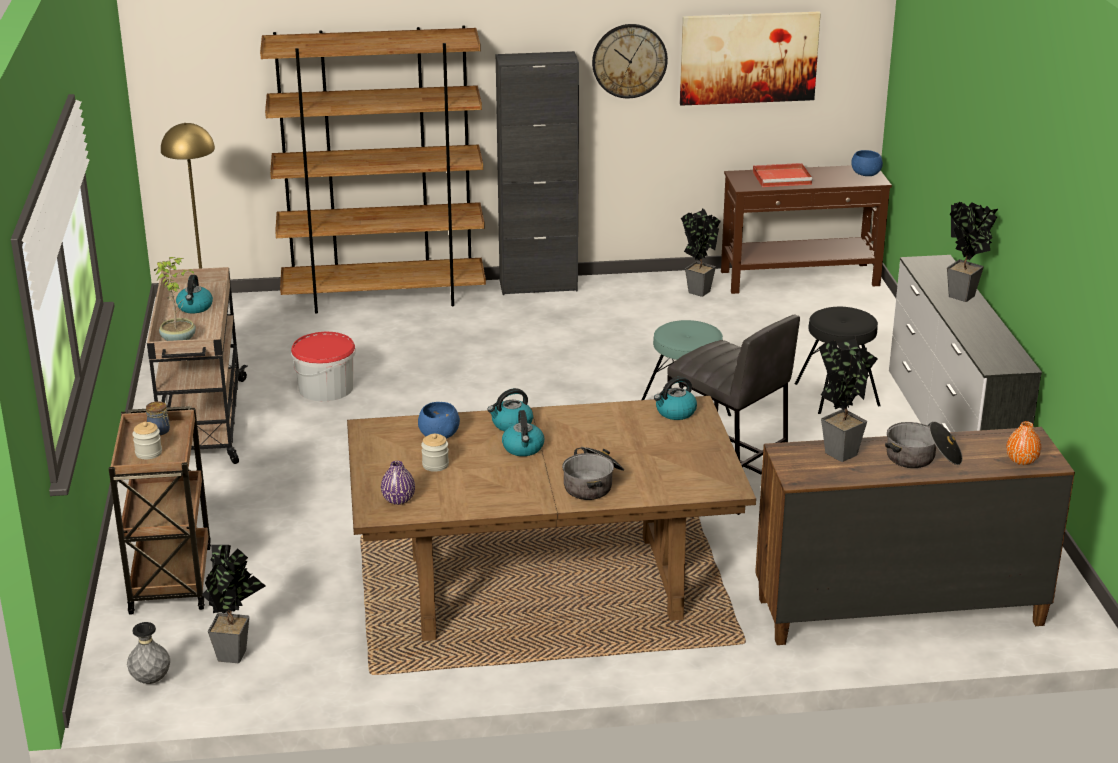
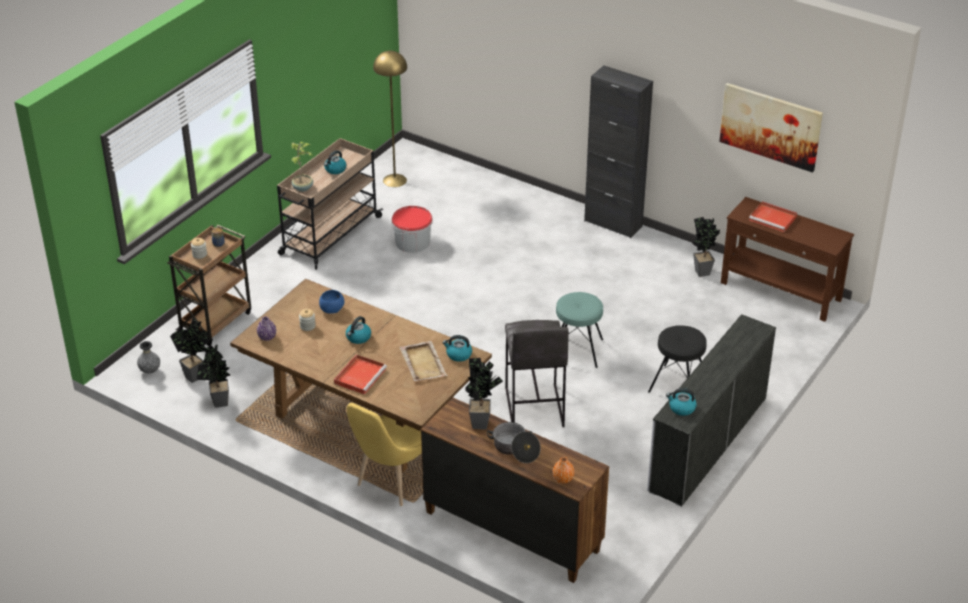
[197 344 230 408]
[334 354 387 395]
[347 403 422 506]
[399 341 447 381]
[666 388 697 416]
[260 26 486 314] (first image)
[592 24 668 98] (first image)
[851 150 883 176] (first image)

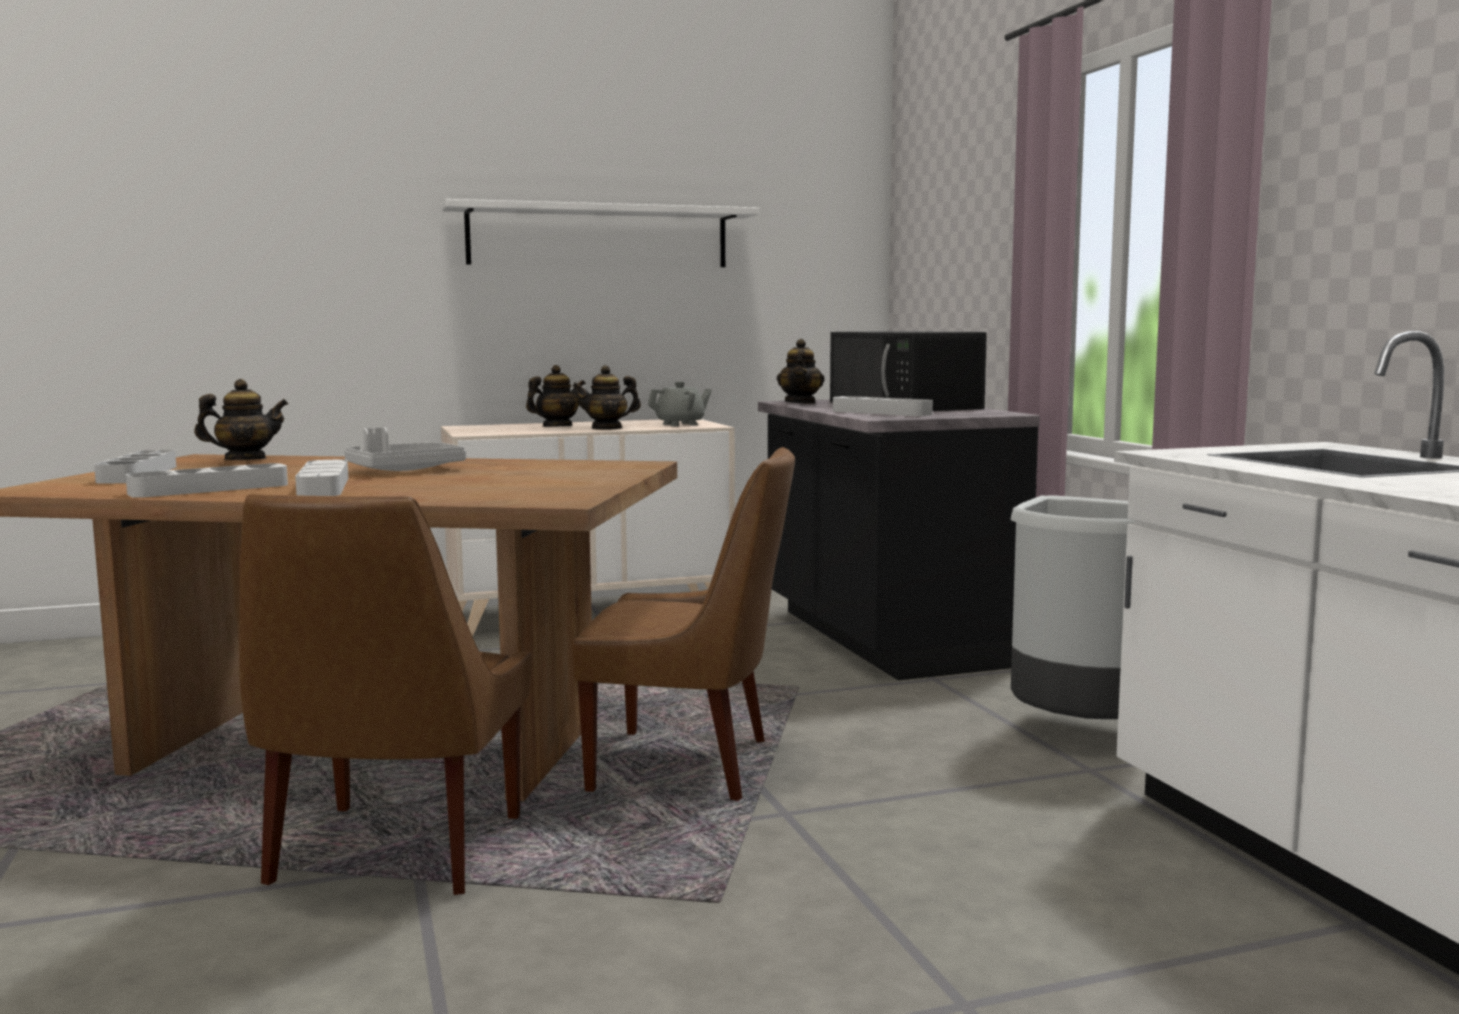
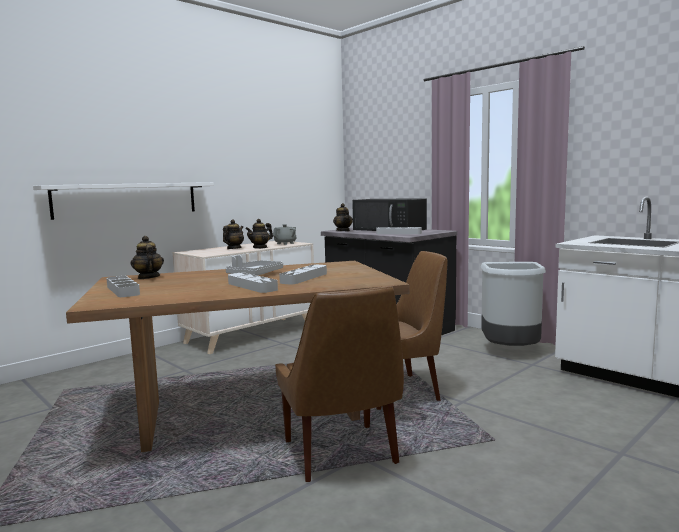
[33 182 214 220]
[131 236 164 279]
[279 265 327 285]

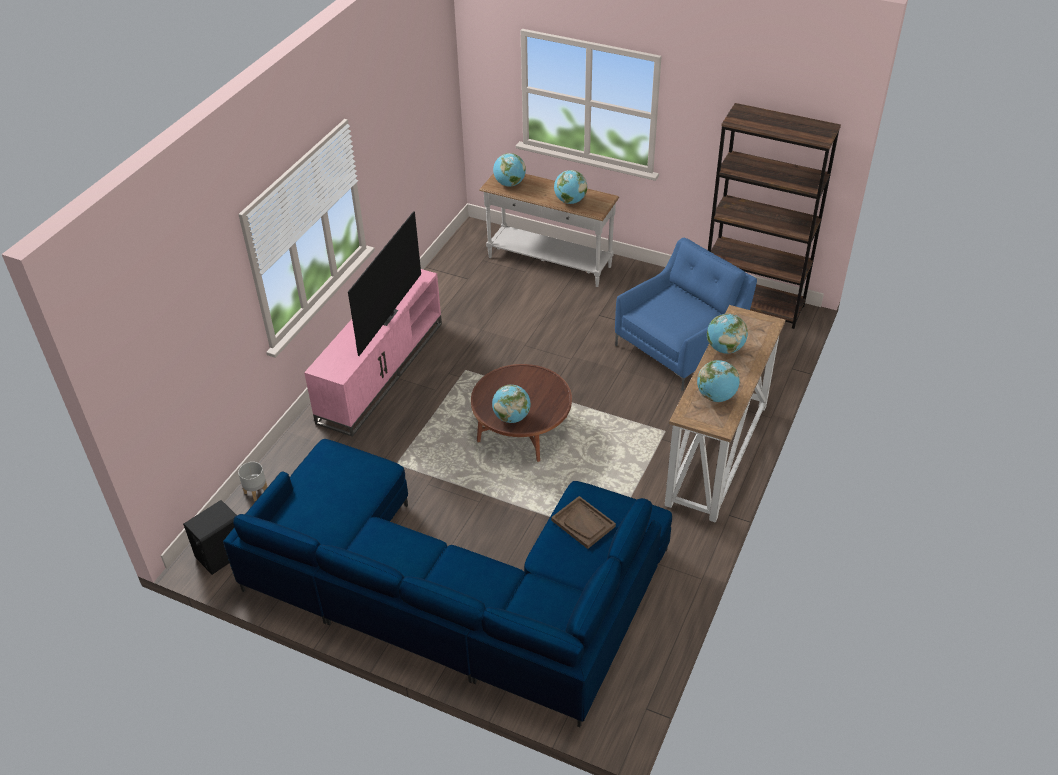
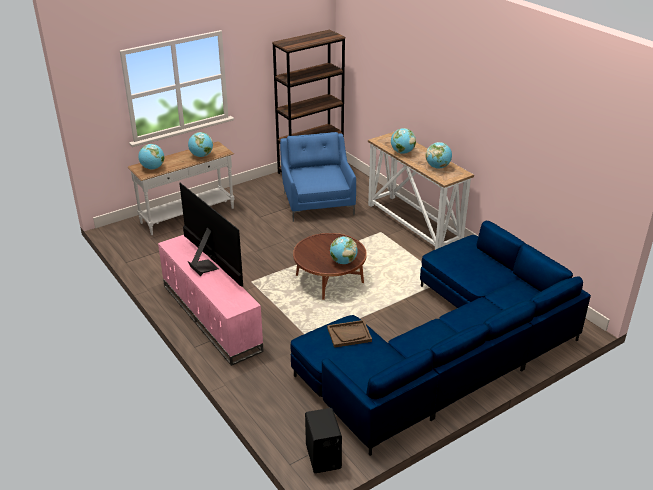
[327 320 372 348]
[238 462 267 501] (first image)

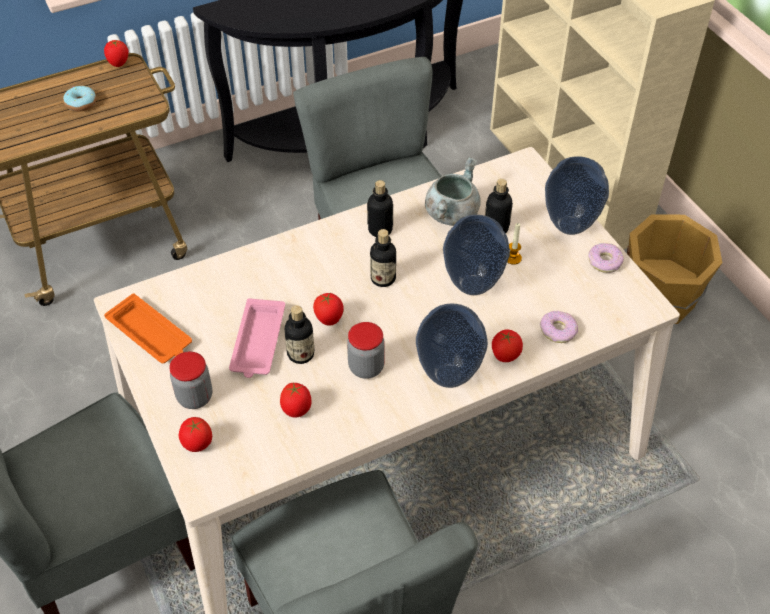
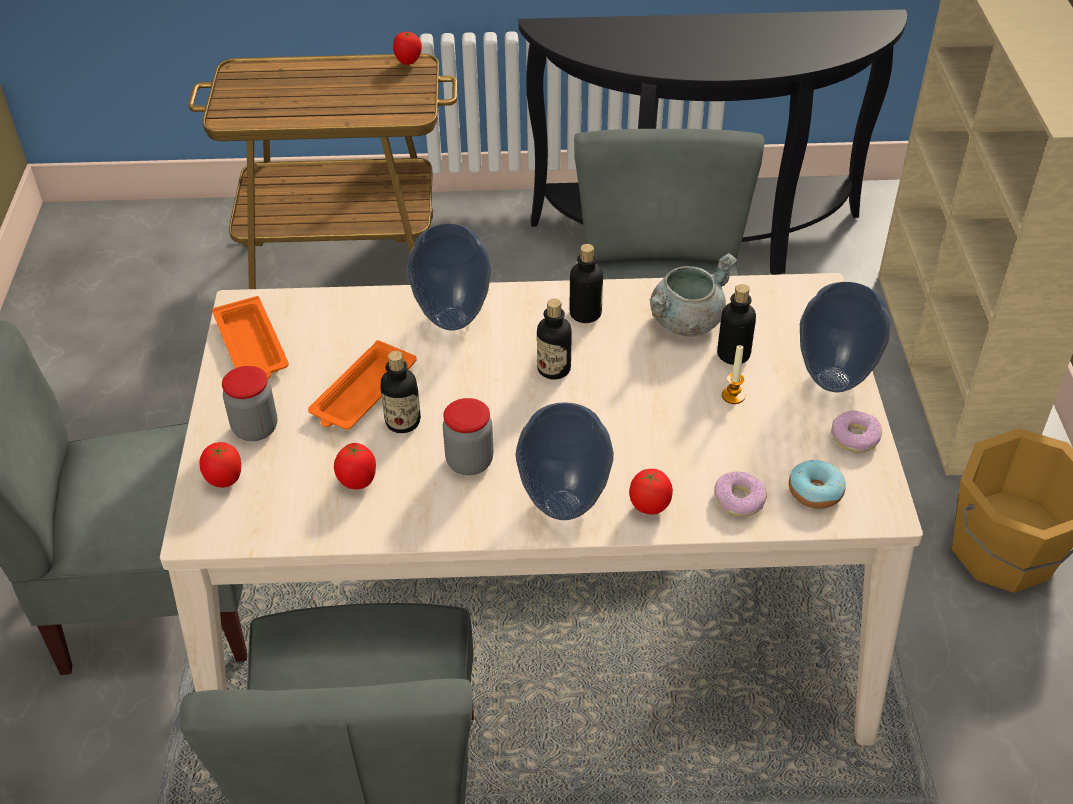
[308 340 417 430]
[407 224 491 330]
[789 460 846 509]
[313 293 344 326] (first image)

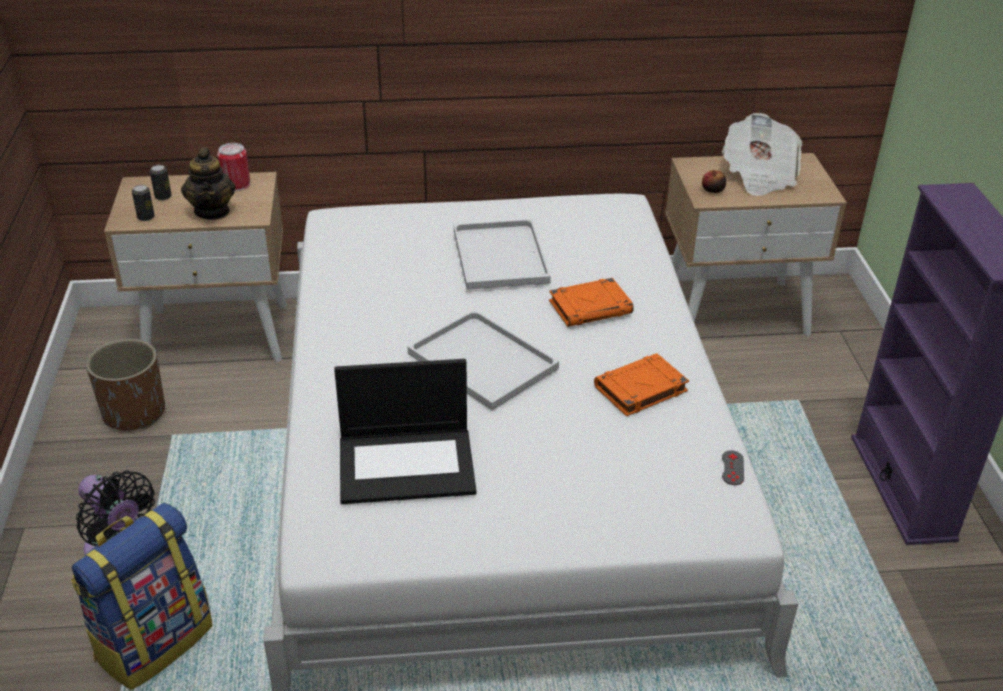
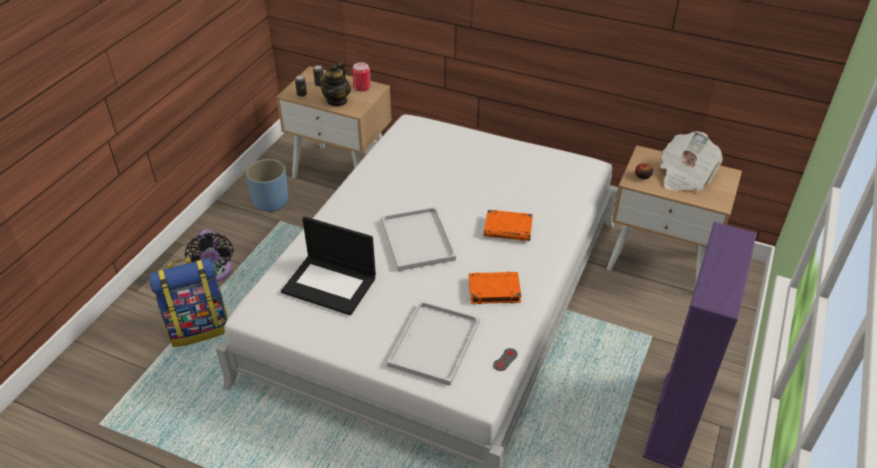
[246 159 289 213]
[387 301 480 386]

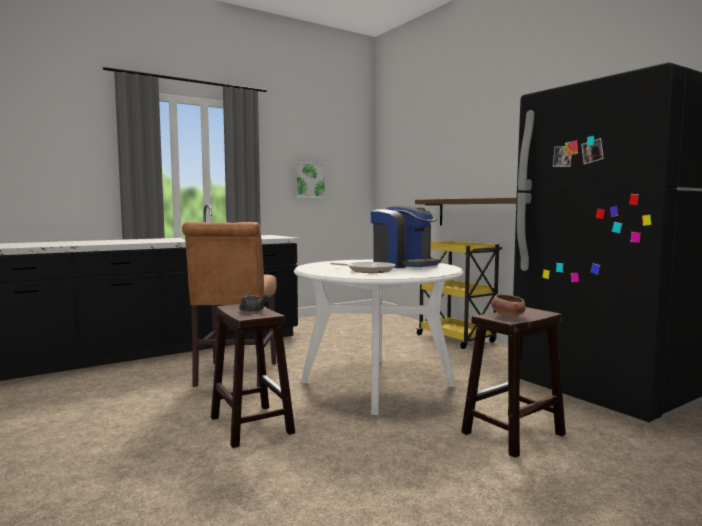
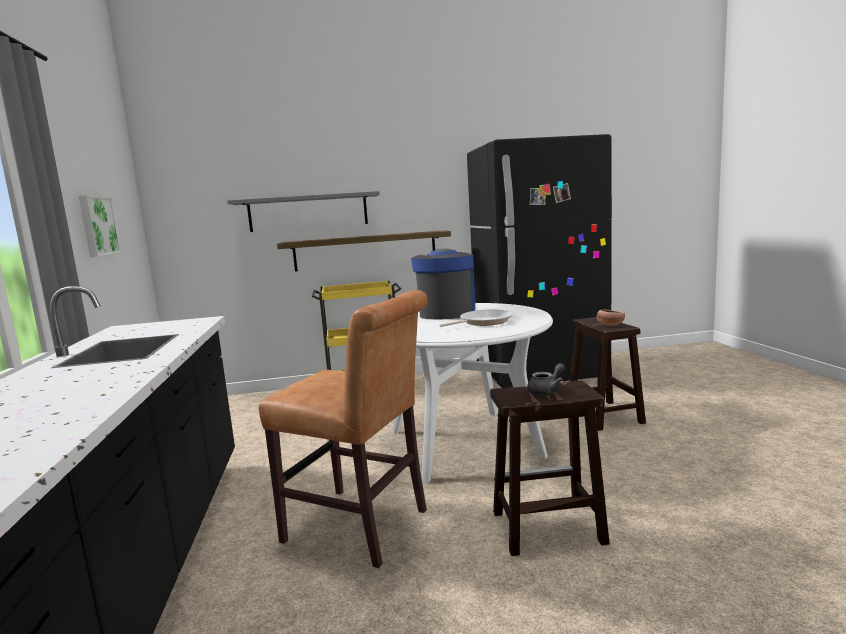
[227 191 380 232]
[411 248 475 319]

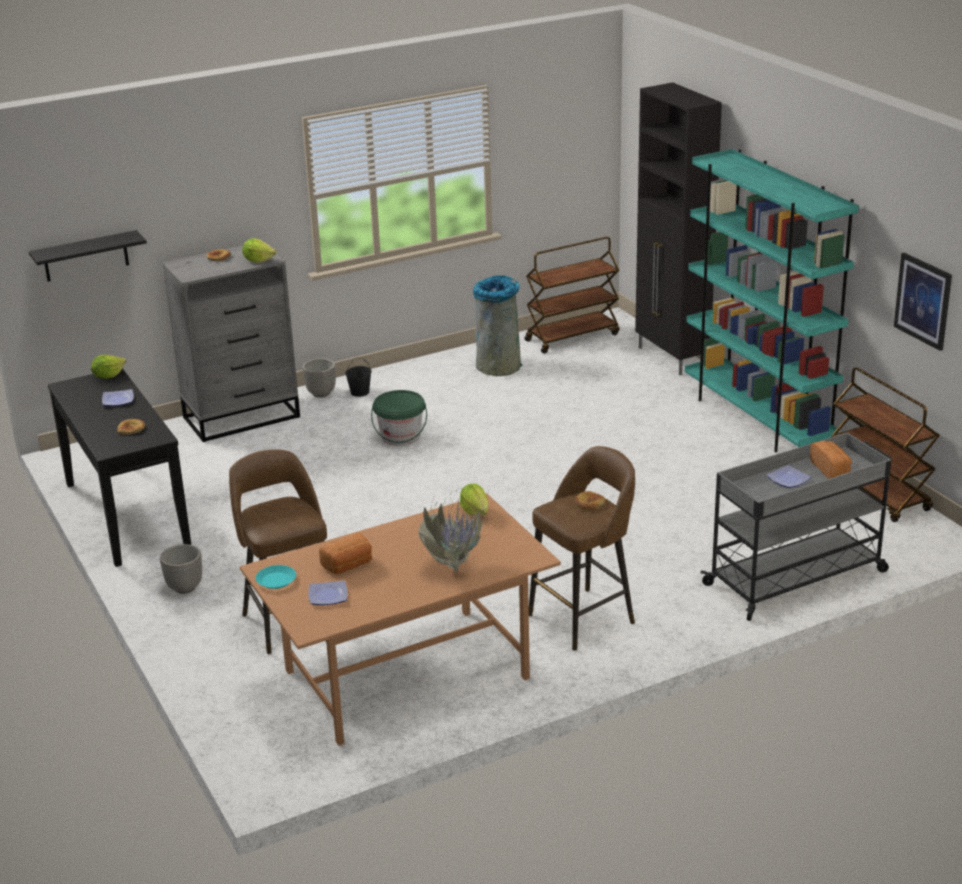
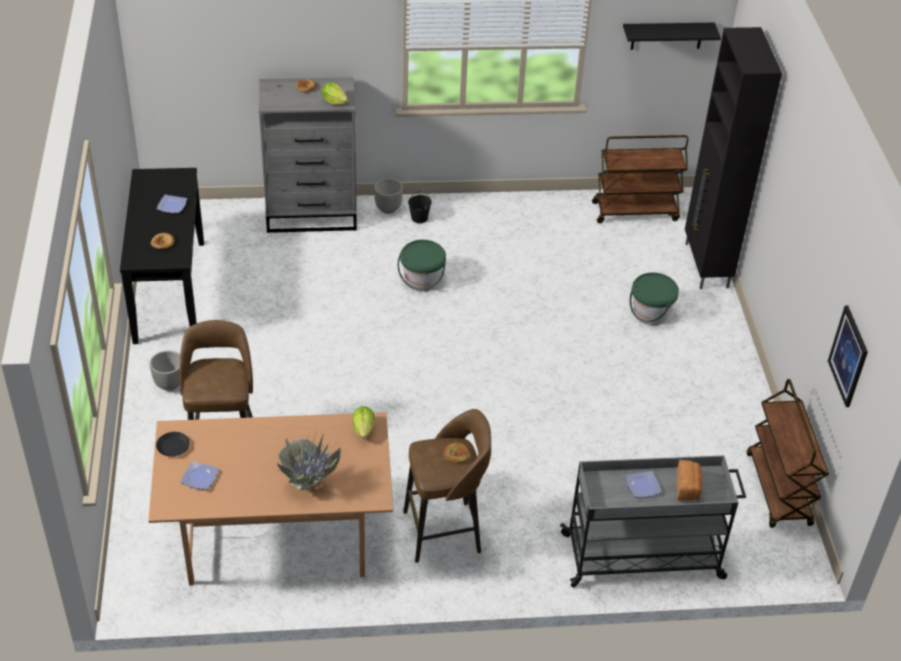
[156 432 190 457]
[623 23 721 50]
[630 273 679 325]
[91 355 126 378] (first image)
[319 533 372 574] (first image)
[473 275 522 376] (first image)
[685 149 859 453] (first image)

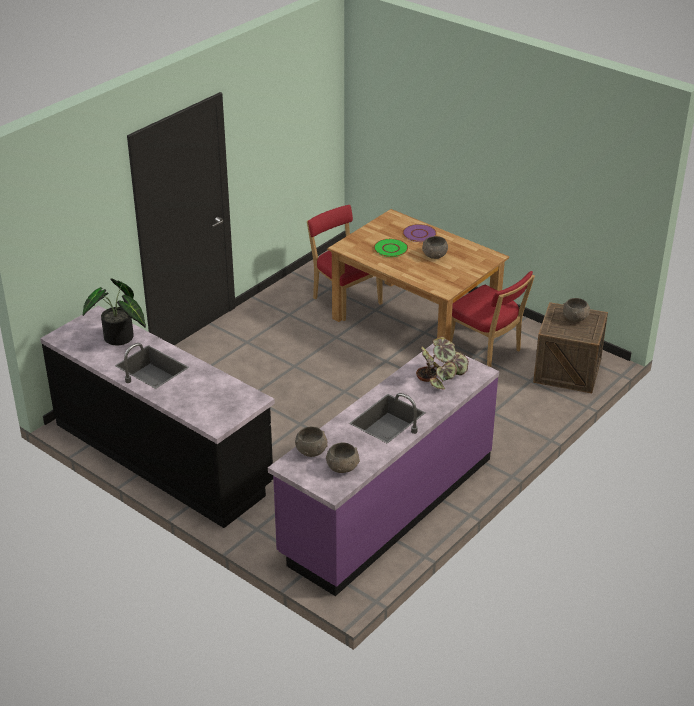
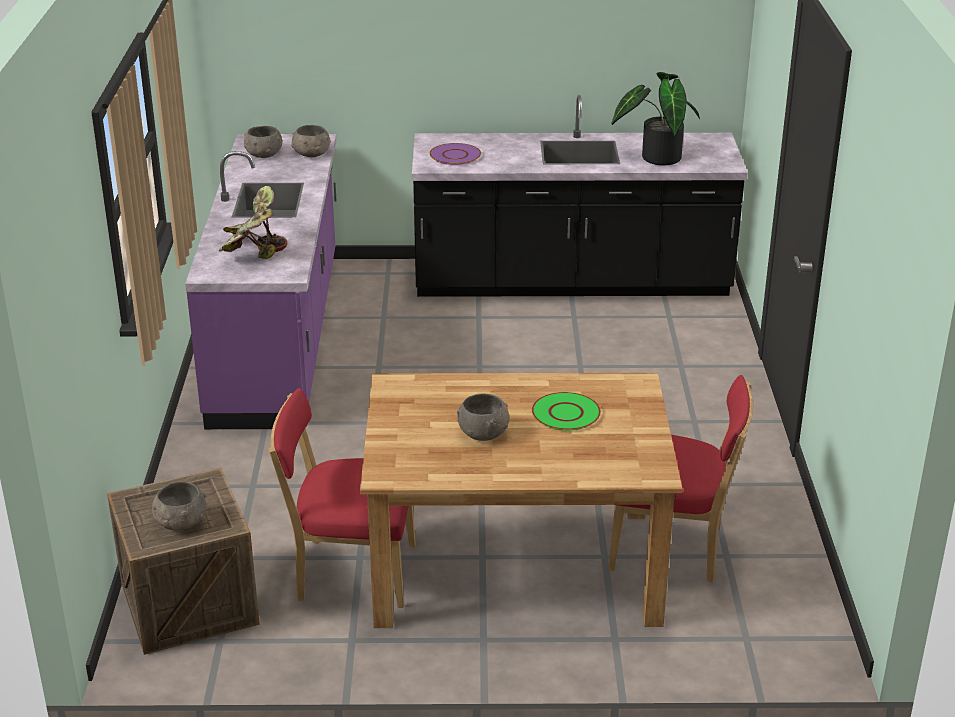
[429 143 481 165]

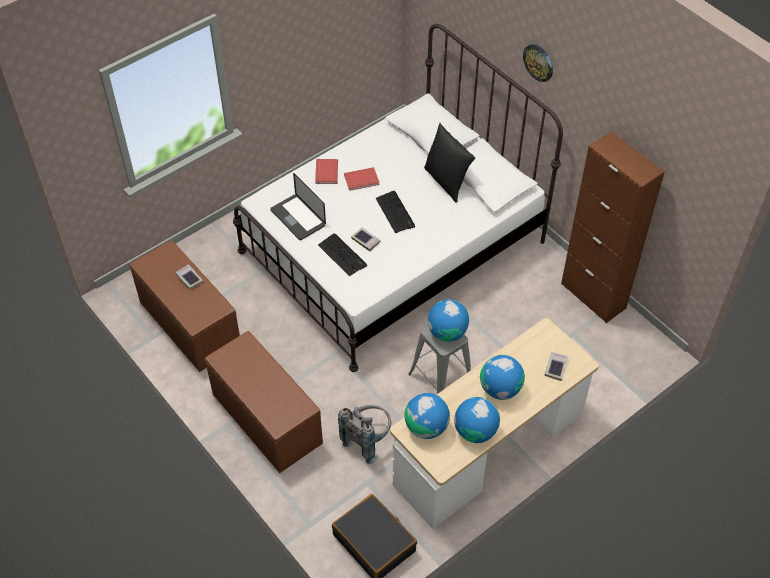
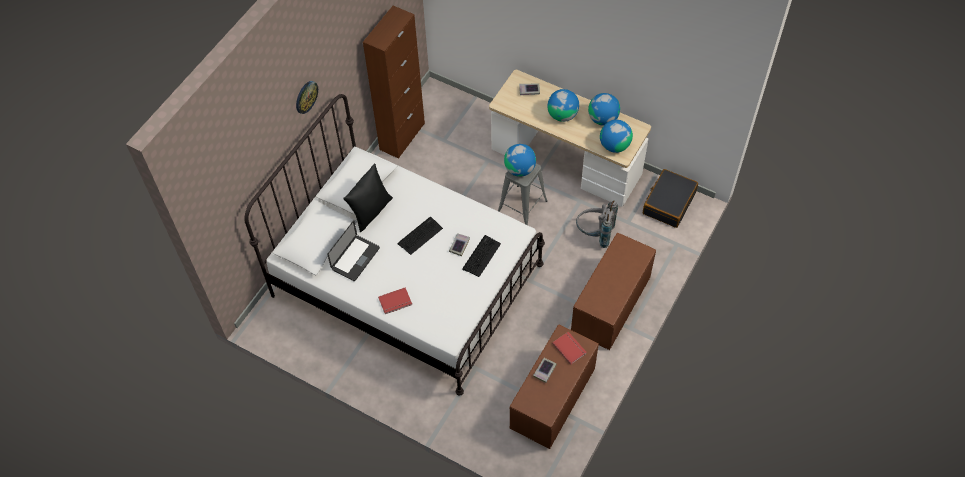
[327 220 380 281]
[552 332 587 365]

